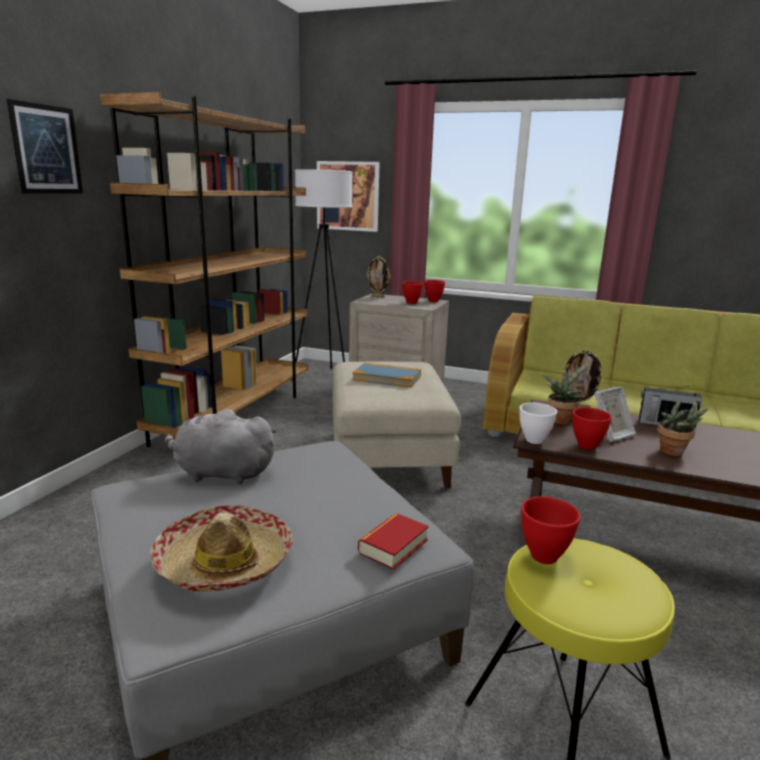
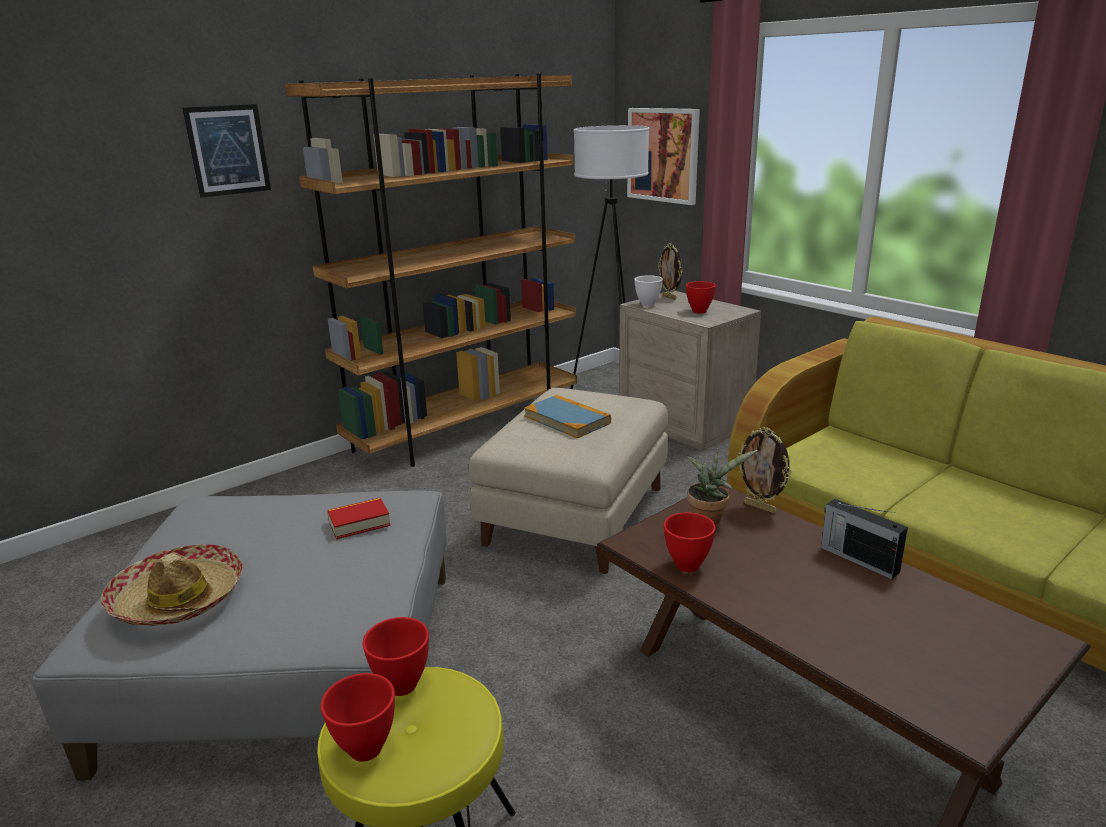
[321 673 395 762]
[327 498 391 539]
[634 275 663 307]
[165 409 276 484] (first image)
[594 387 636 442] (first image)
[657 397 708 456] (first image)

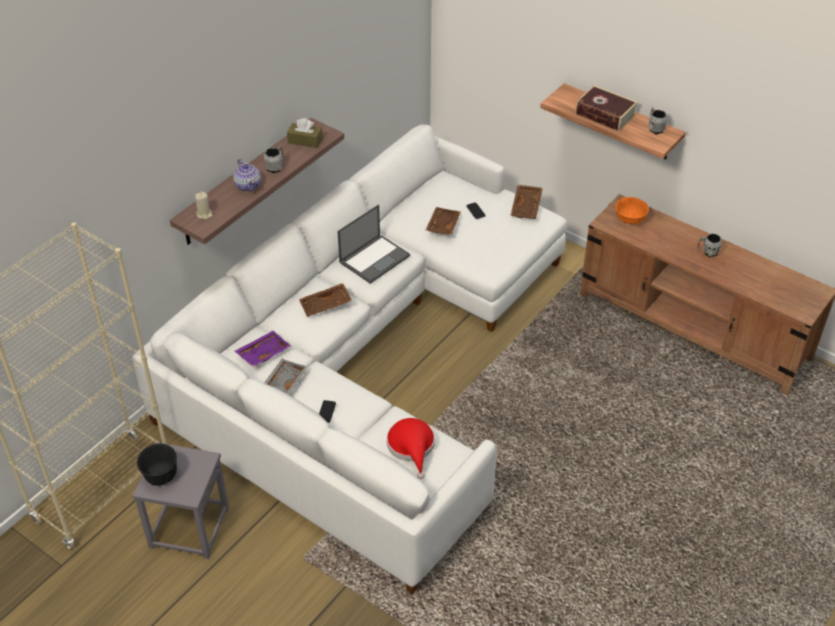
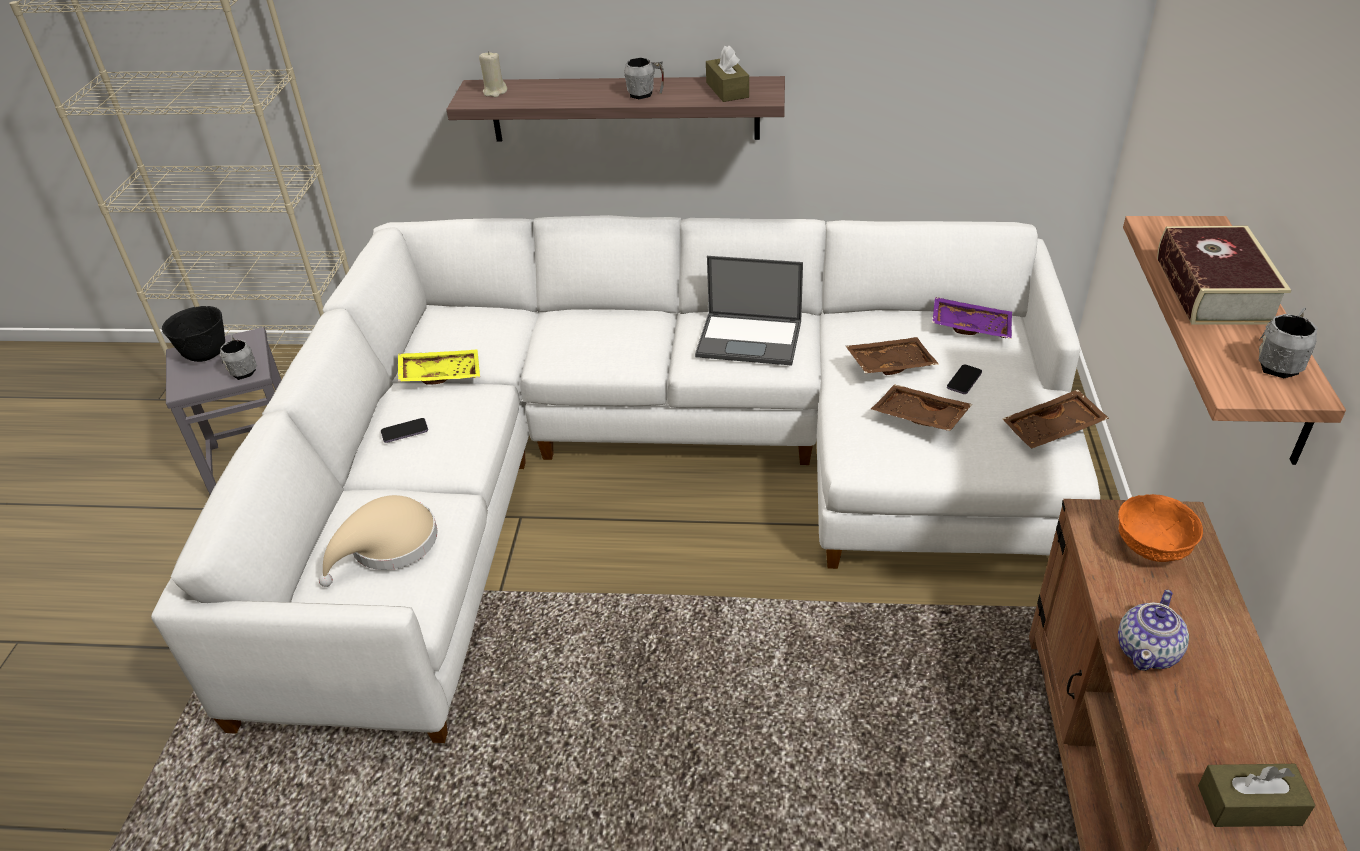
[220 334 257 380]
[319 495 437 587]
[398 349 480 385]
[871 384 972 431]
[932 297 1012 339]
[1118 590 1189 671]
[1198 764 1315 827]

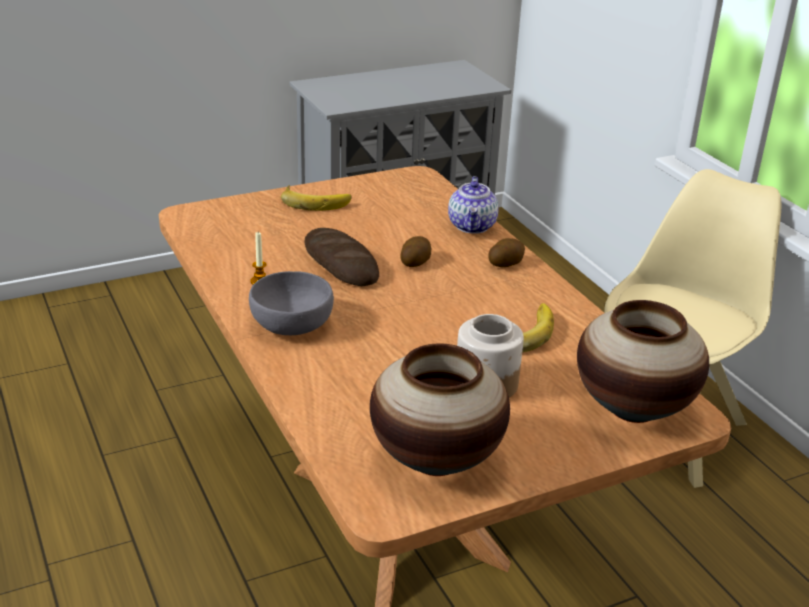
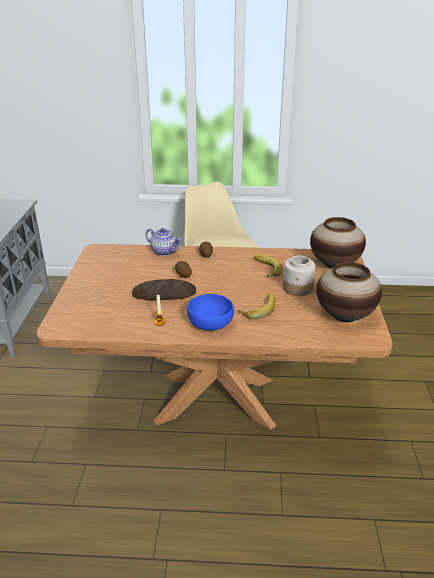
[187 294 234 330]
[238 293 276 320]

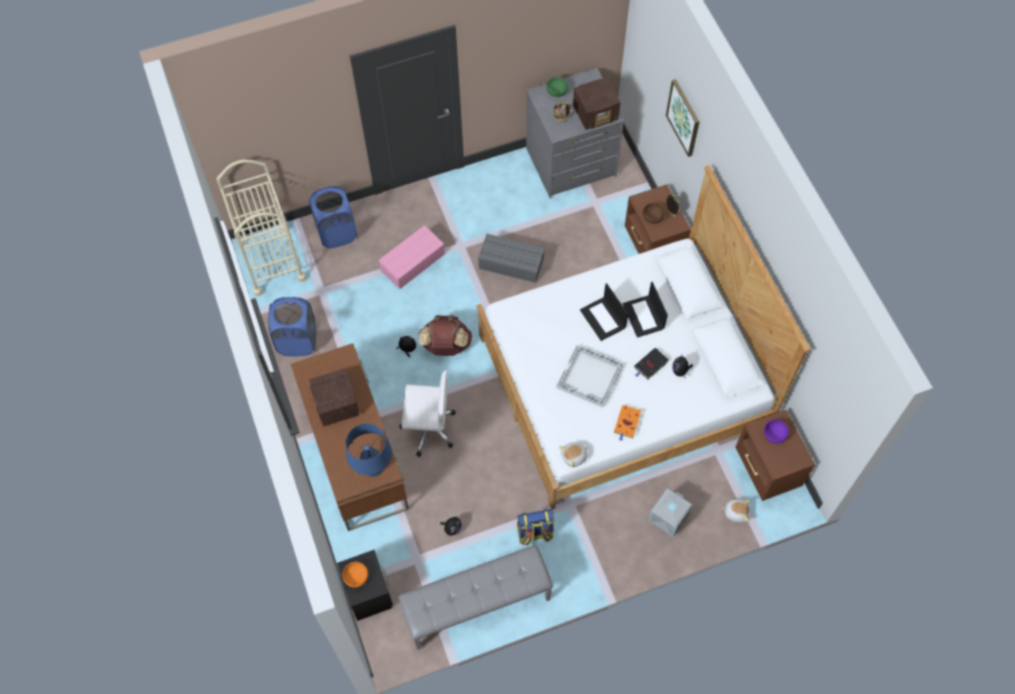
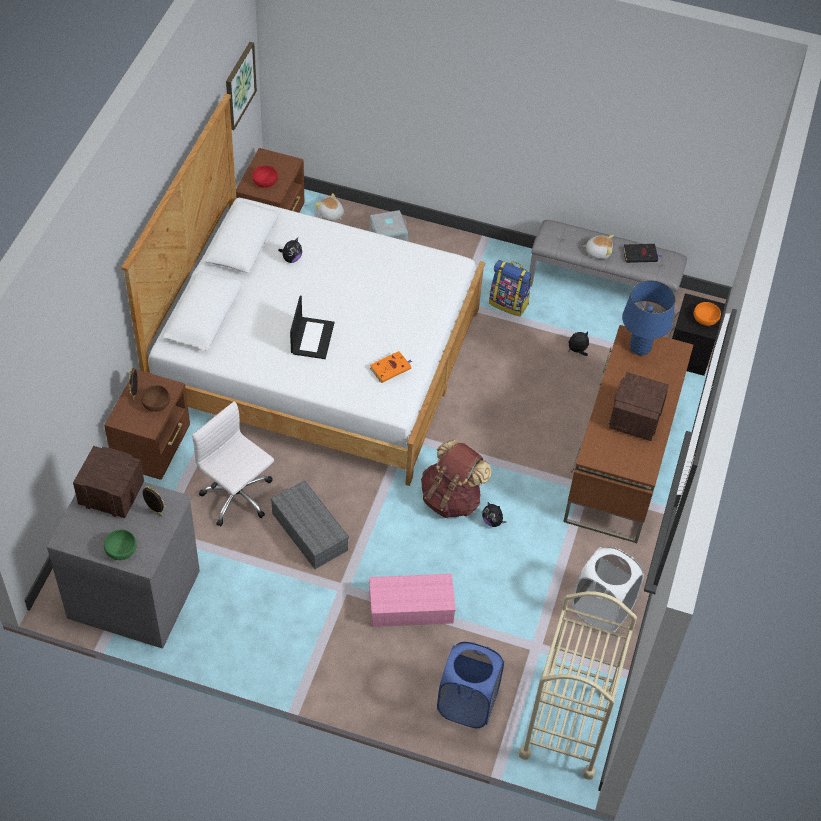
[192 401 274 527]
[226 42 257 130]
[252 166 278 188]
[370 351 413 383]
[572 546 644 632]
[583 235 614 259]
[623 244 662 263]
[556 345 623 407] (first image)
[623 282 668 338] (first image)

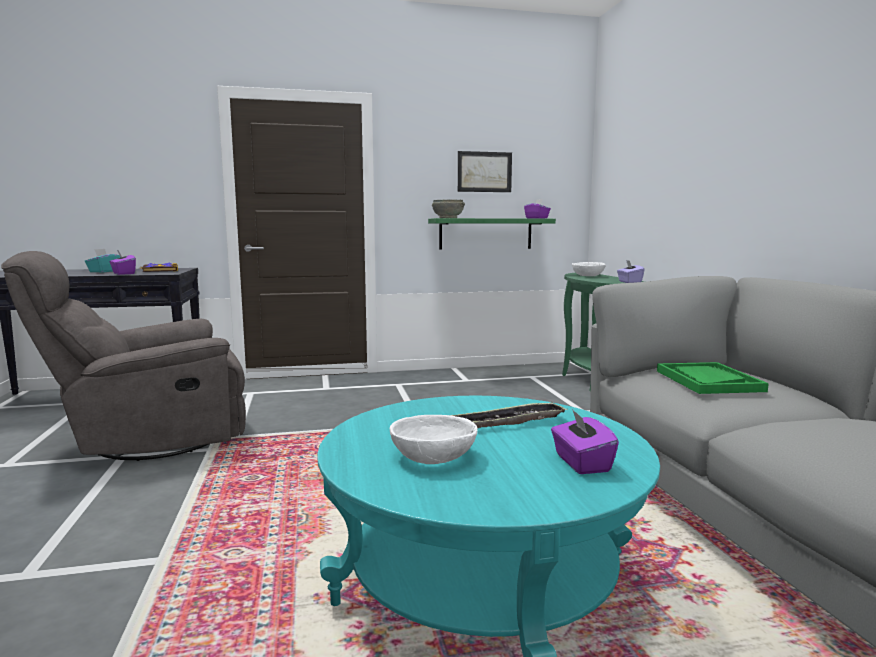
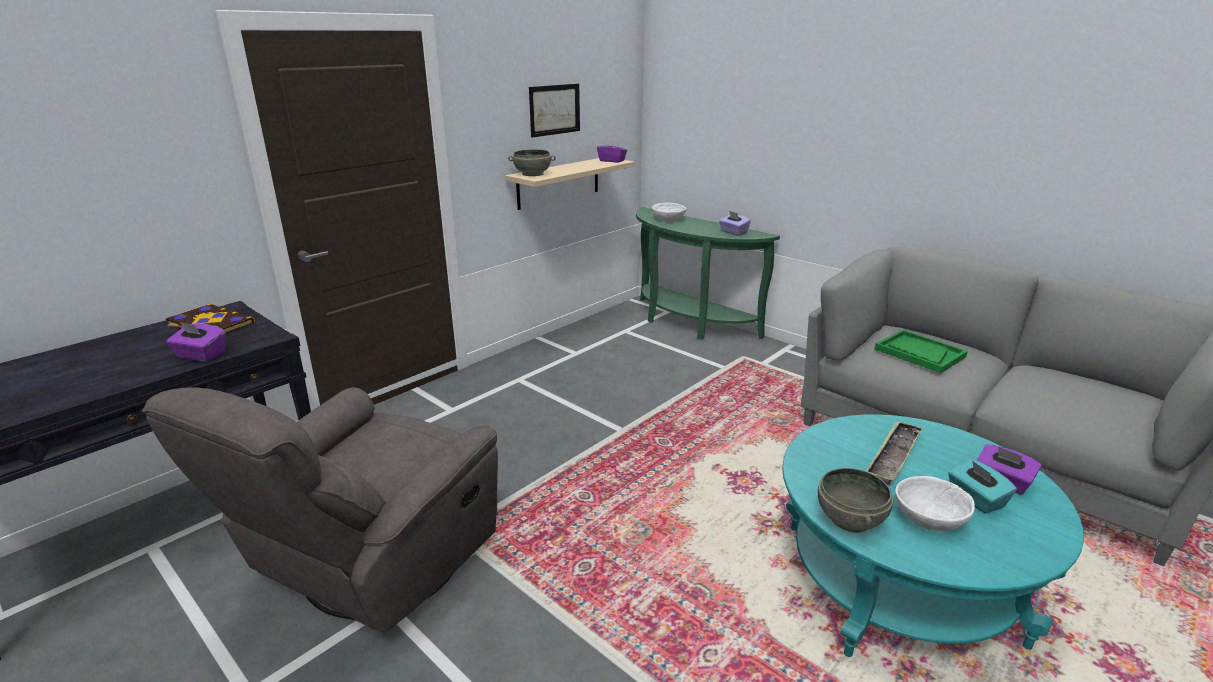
[505 158 635 210]
[818 468 893 533]
[948 459 1017 514]

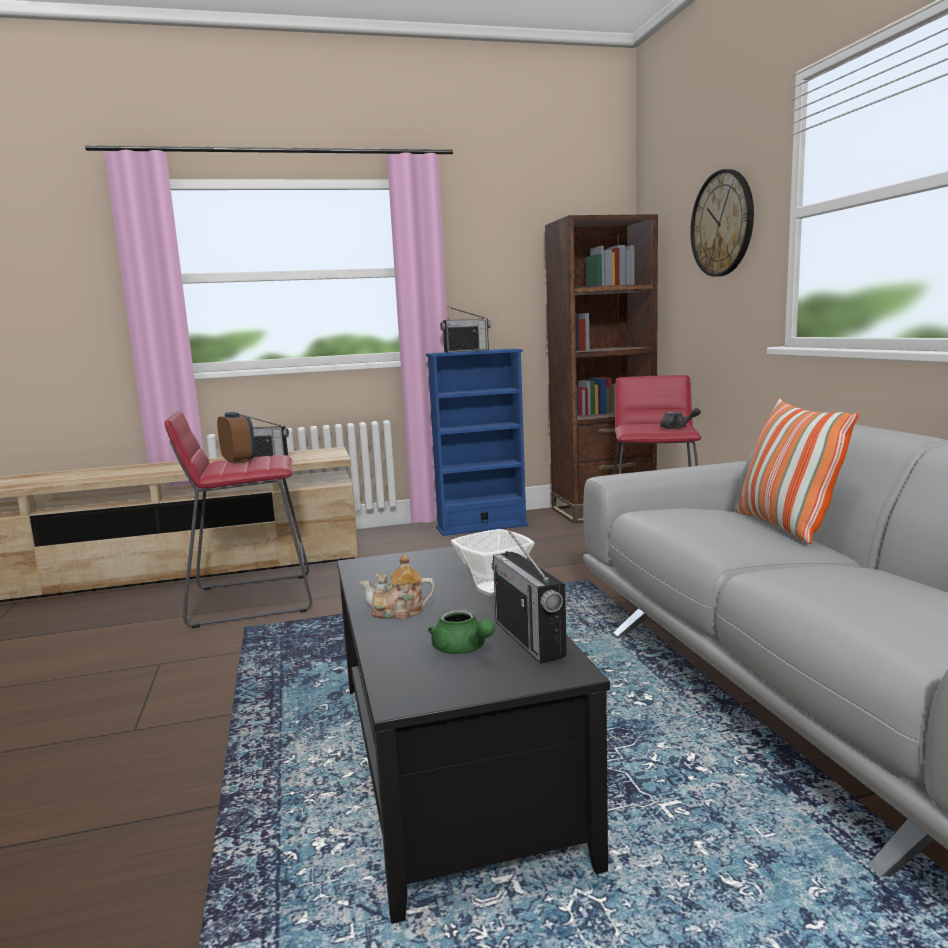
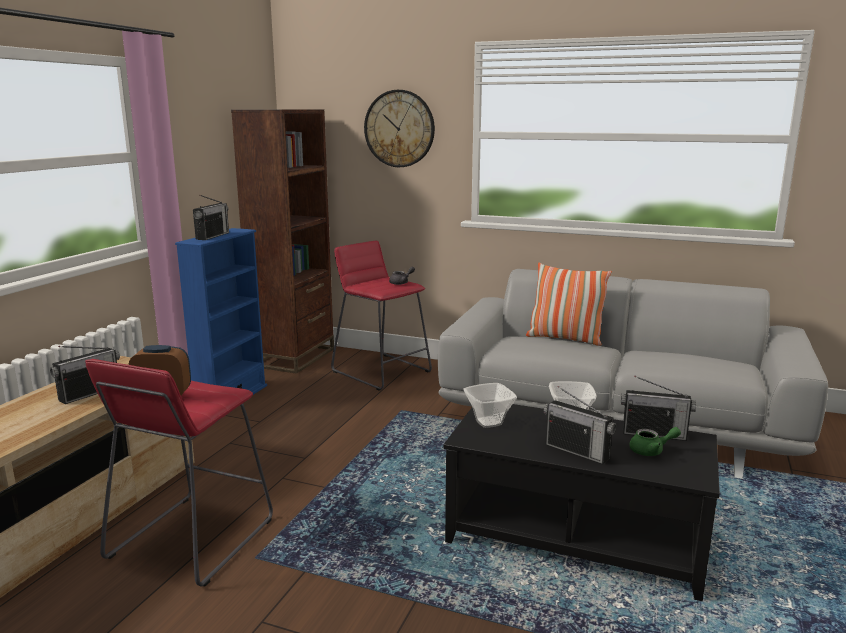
[463 383 517 428]
[544 386 616 464]

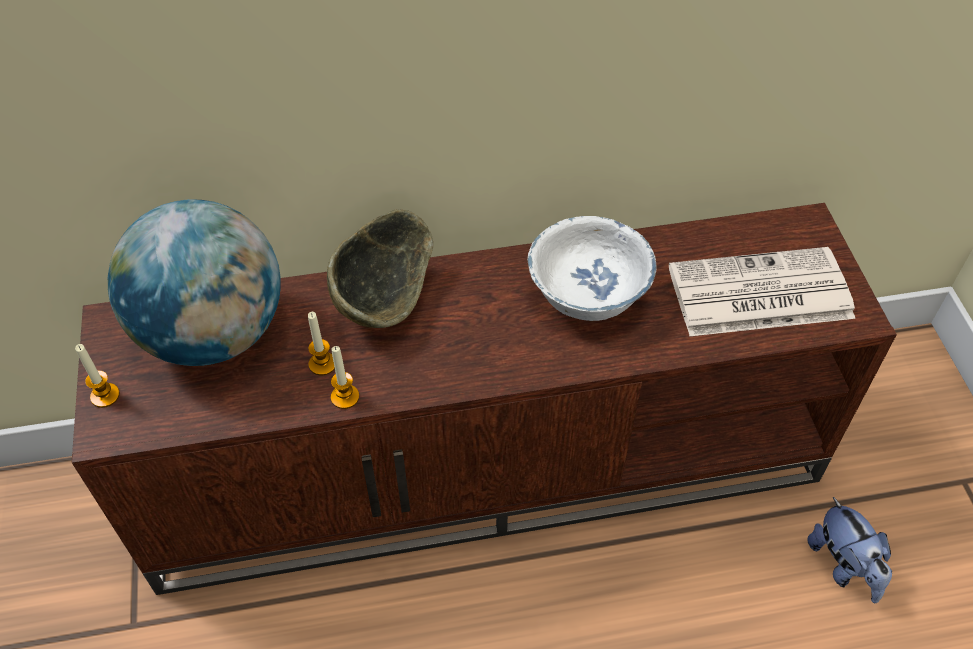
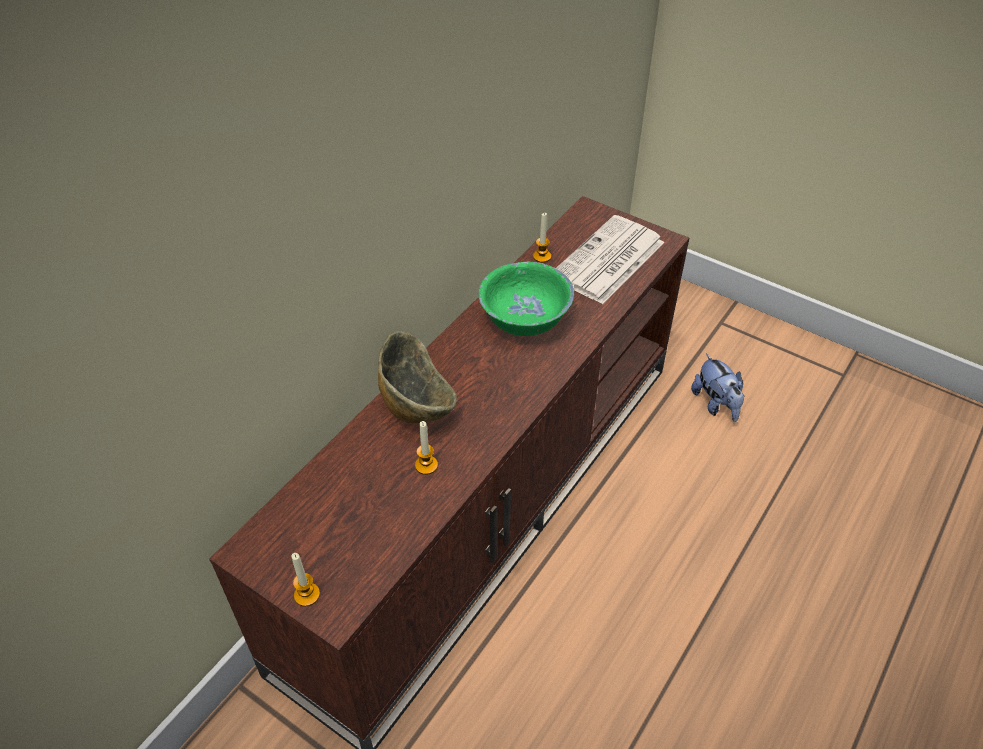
[478 262 574 336]
[533 212 551 263]
[691 354 744 422]
[108 199 281 366] (first image)

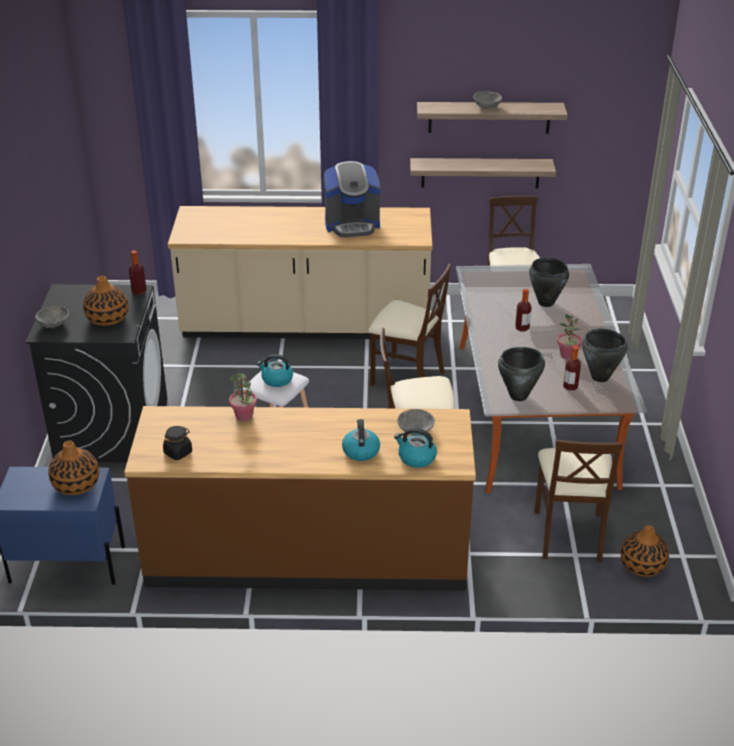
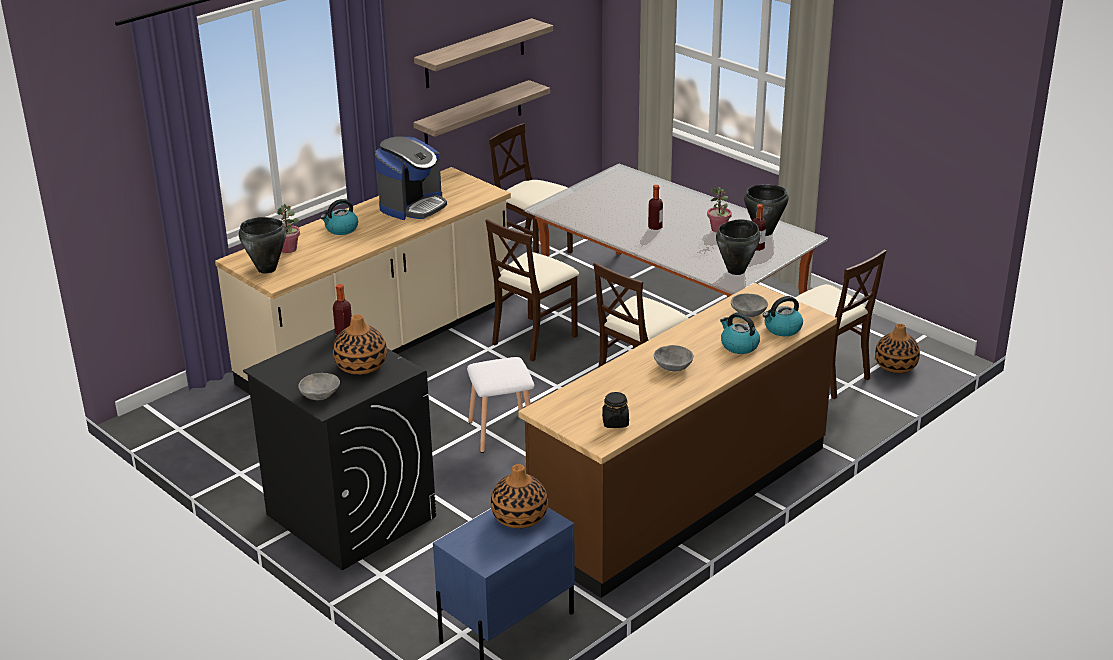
[239 217 286 274]
[277 204 300 253]
[320 199 358 235]
[485 219 579 361]
[654 345 694 371]

